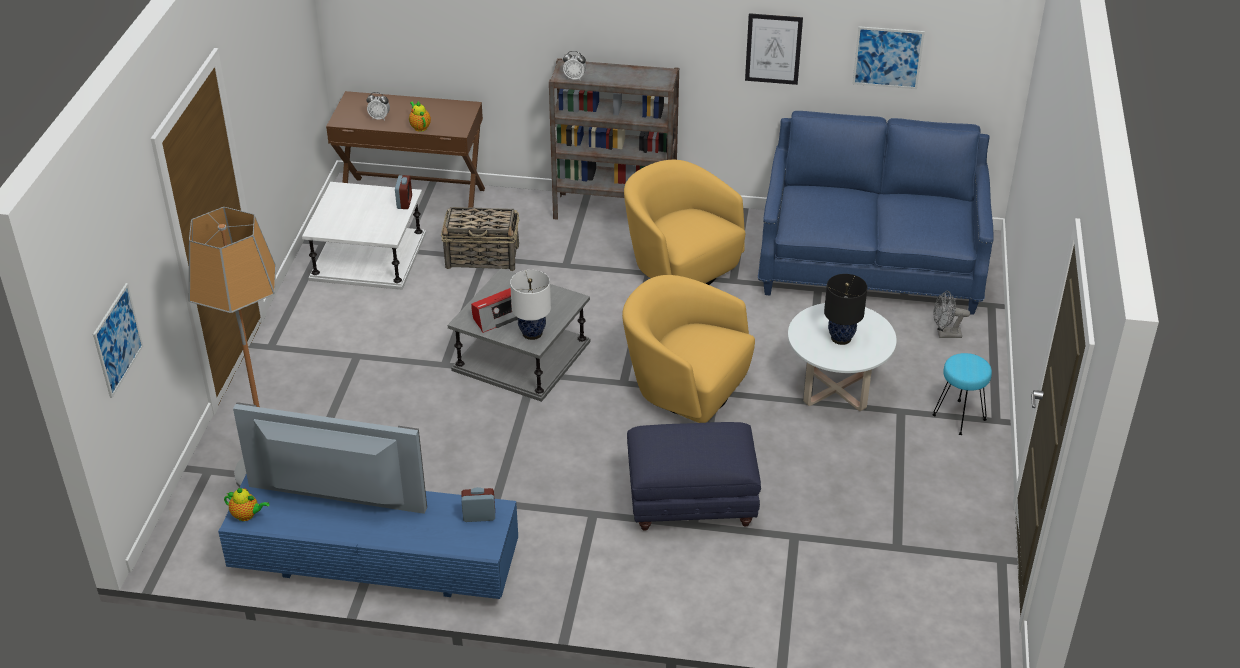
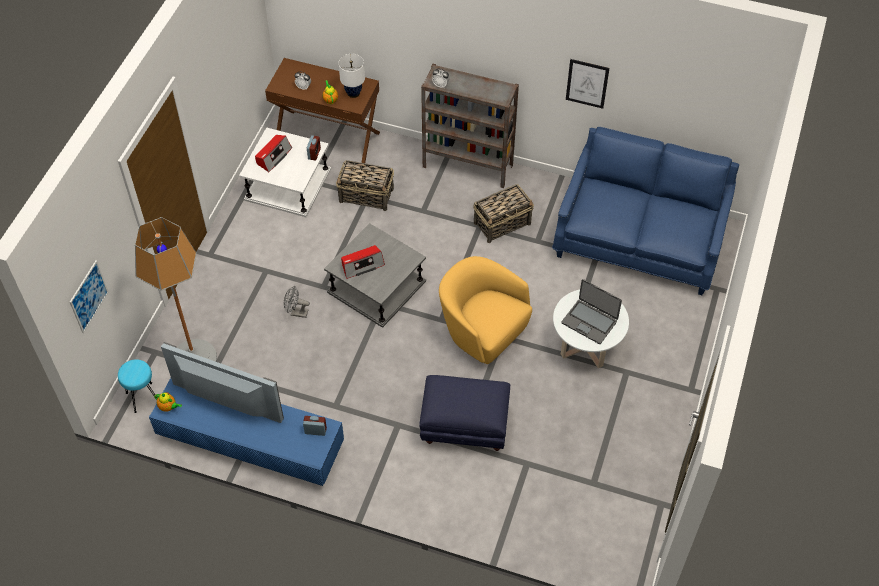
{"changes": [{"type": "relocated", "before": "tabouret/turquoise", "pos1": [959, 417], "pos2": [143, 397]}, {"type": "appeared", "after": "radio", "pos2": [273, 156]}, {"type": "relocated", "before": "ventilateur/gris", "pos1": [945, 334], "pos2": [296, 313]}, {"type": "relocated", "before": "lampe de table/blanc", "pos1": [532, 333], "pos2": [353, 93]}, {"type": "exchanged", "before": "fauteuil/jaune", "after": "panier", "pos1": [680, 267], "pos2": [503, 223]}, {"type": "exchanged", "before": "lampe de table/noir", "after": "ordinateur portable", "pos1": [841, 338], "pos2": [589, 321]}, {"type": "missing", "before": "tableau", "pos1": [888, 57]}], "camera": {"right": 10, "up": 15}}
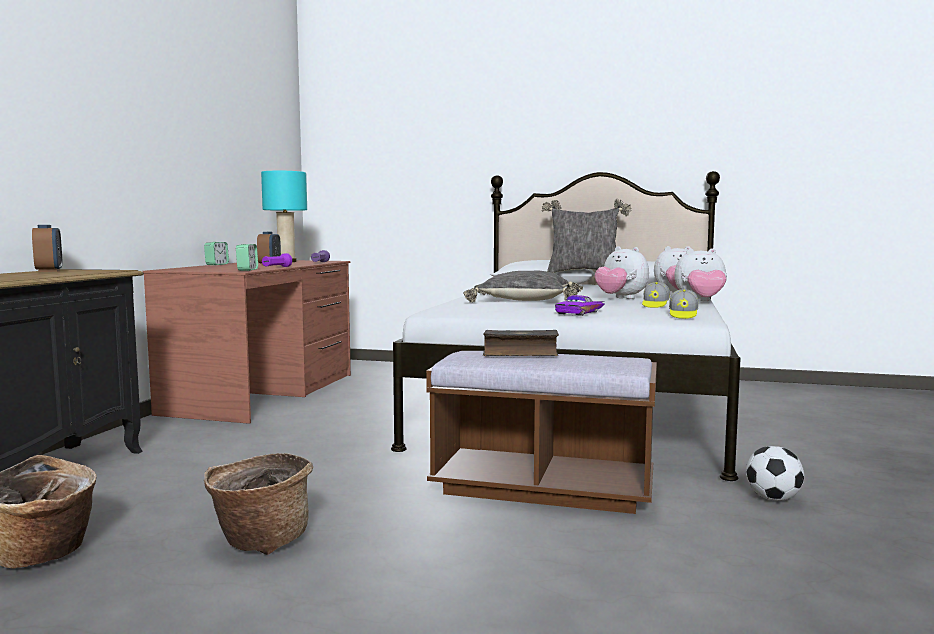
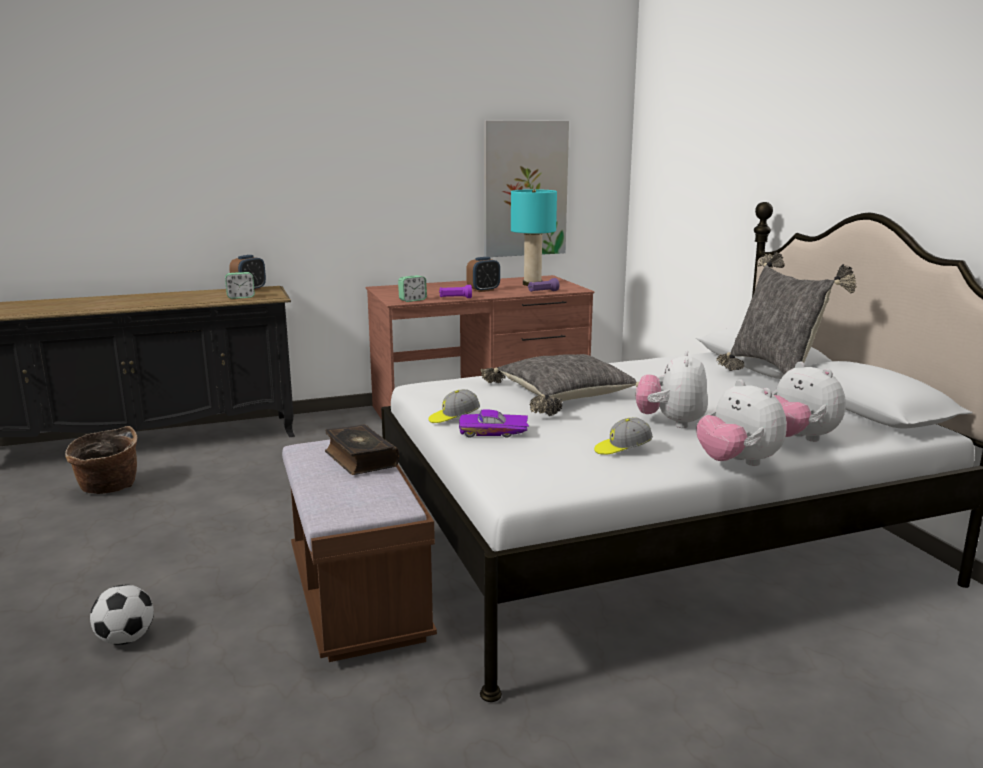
{"changes": [{"type": "relocated", "before": "ballon de foot", "pos1": [773, 498], "pos2": [126, 639]}, {"type": "relocated", "before": "réveil", "pos1": [217, 264], "pos2": [240, 297]}, {"type": "relocated", "before": "casquette", "pos1": [683, 315], "pos2": [454, 418]}, {"type": "appeared", "after": "tableau", "pos2": [525, 189]}, {"type": "missing", "before": "panier", "pos1": [260, 541]}], "camera": {"right": 55, "up": 10}}
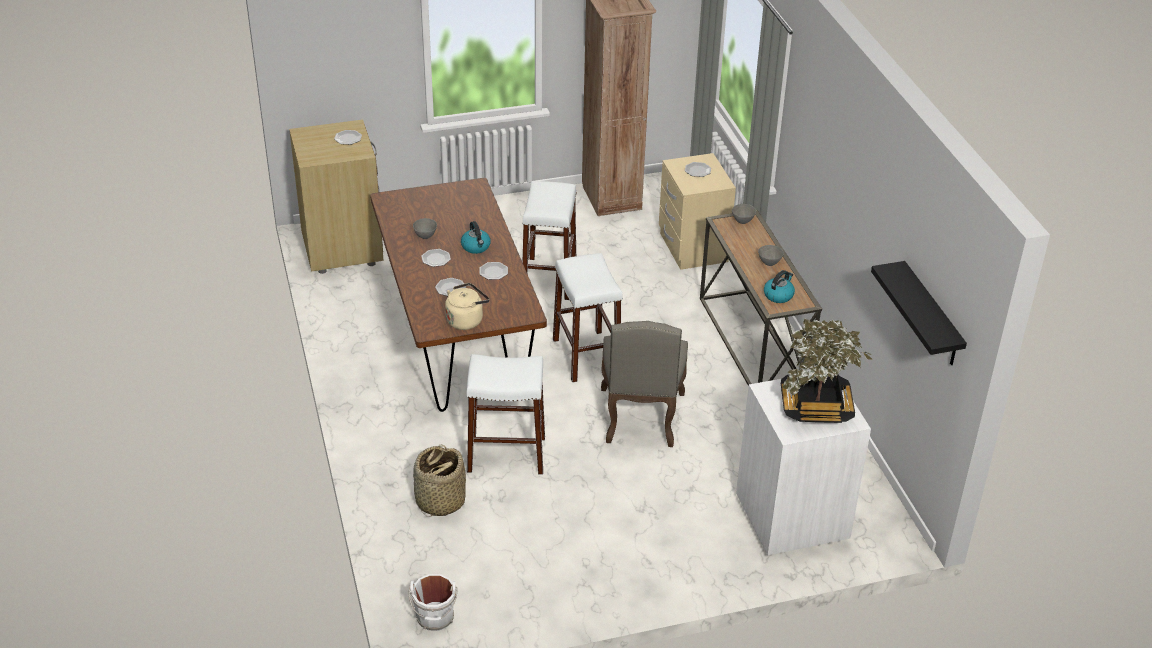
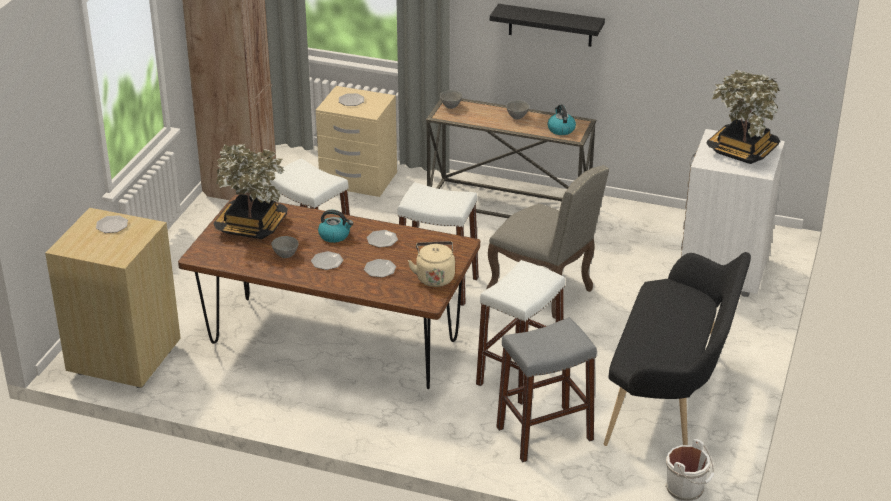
{"changes": [{"type": "appeared", "after": "plante en pot", "pos2": [251, 227]}, {"type": "relocated", "before": "étagère/noir", "pos1": [931, 316], "pos2": [550, 25]}, {"type": "exchanged", "before": "panier", "after": "tabouret/gris", "pos1": [439, 501], "pos2": [544, 433]}, {"type": "appeared", "after": "banc/noir", "pos2": [672, 399]}], "camera": {"right": -55, "up": -5}}
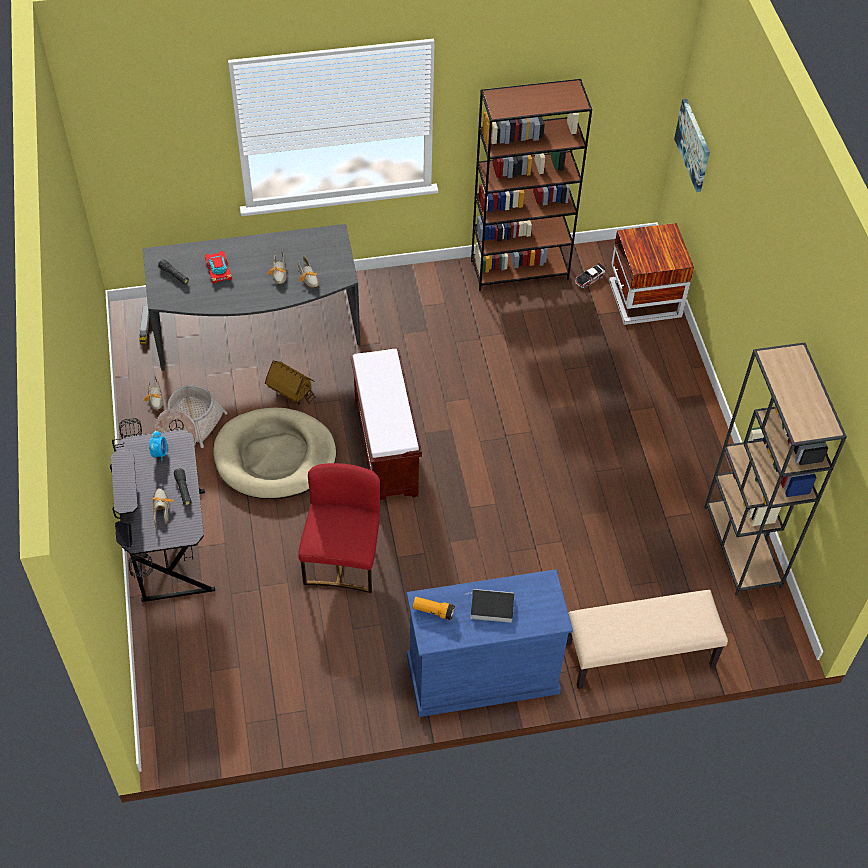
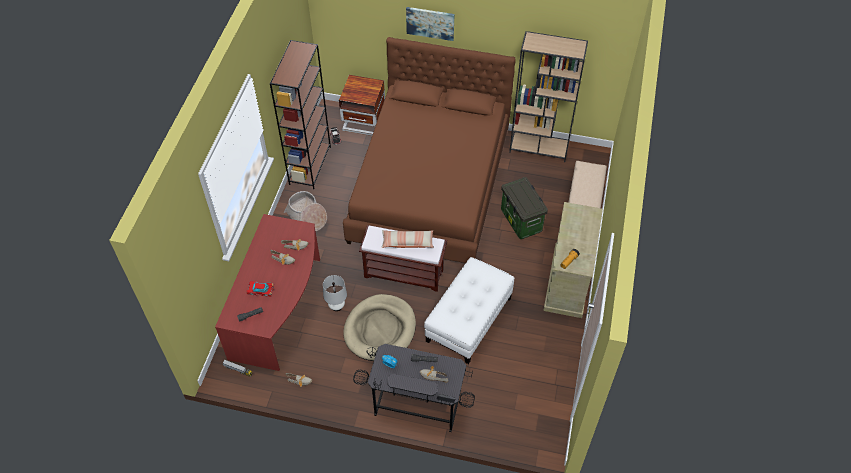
{"changes": [{"type": "colour", "before": "bureau/gris", "after": "bureau/rouge", "pos1": [258, 333], "pos2": [279, 308]}, {"type": "relocated", "before": "panier", "pos1": [189, 428], "pos2": [307, 217]}, {"type": "exchanged", "before": "maison miniature", "after": "lampe de table/blanc", "pos1": [291, 393], "pos2": [336, 306]}, {"type": "appeared", "after": "lit/marron", "pos2": [430, 185]}, {"type": "appeared", "after": "coussin", "pos2": [407, 242]}, {"type": "relocated", "before": "tableau", "pos1": [693, 145], "pos2": [430, 23]}, {"type": "exchanged", "before": "chaise/rouge", "after": "pouf/blanc", "pos1": [343, 559], "pos2": [468, 319]}, {"type": "appeared", "after": "boîte de rangement", "pos2": [521, 221]}, {"type": "colour", "before": "commode/bleu", "after": "commode/beige", "pos1": [482, 676], "pos2": [568, 281]}, {"type": "missing", "before": "livre", "pos1": [490, 607]}], "camera": {"right": -65, "up": 0}}
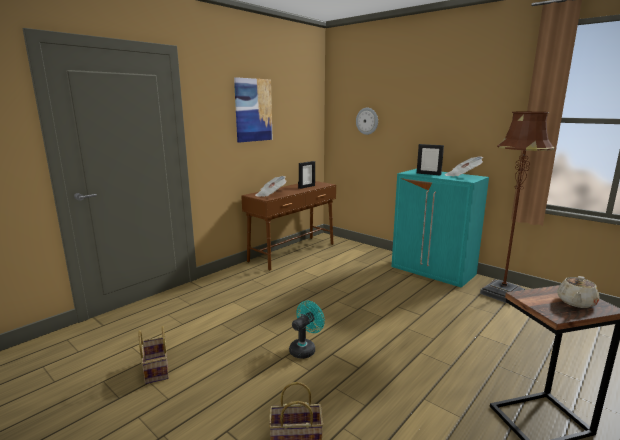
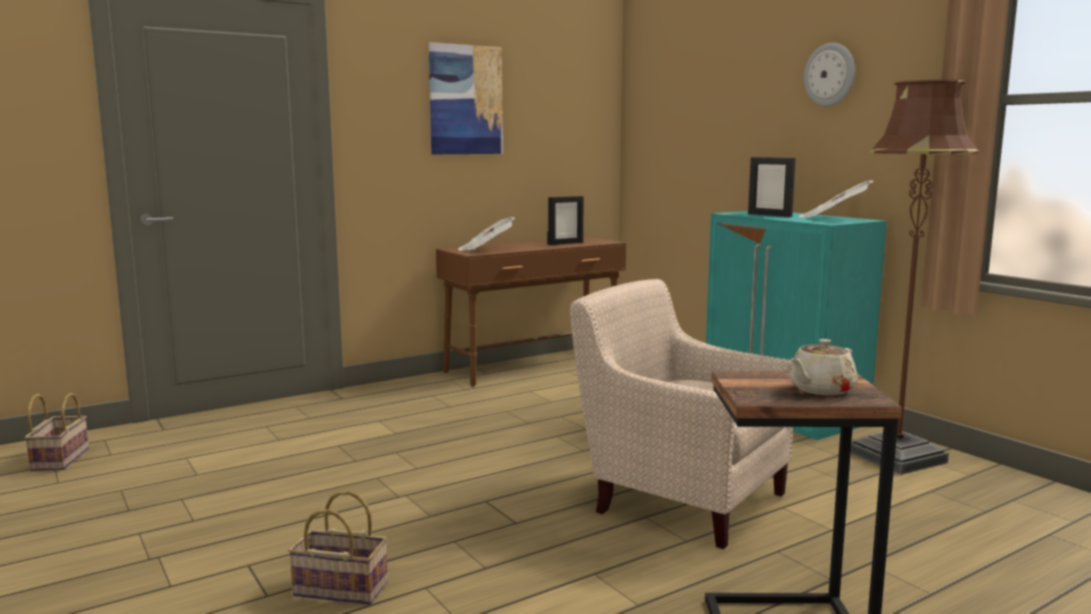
{"changes": [{"type": "relocated", "before": "panier", "pos1": [155, 369], "pos2": [59, 459]}, {"type": "appeared", "after": "fauteuil/beige", "pos2": [681, 497]}, {"type": "relocated", "before": "horloge murale", "pos1": [367, 121], "pos2": [830, 74]}, {"type": "missing", "before": "ventilateur/turquoise", "pos1": [305, 349]}], "camera": {"right": 15, "up": -5}}
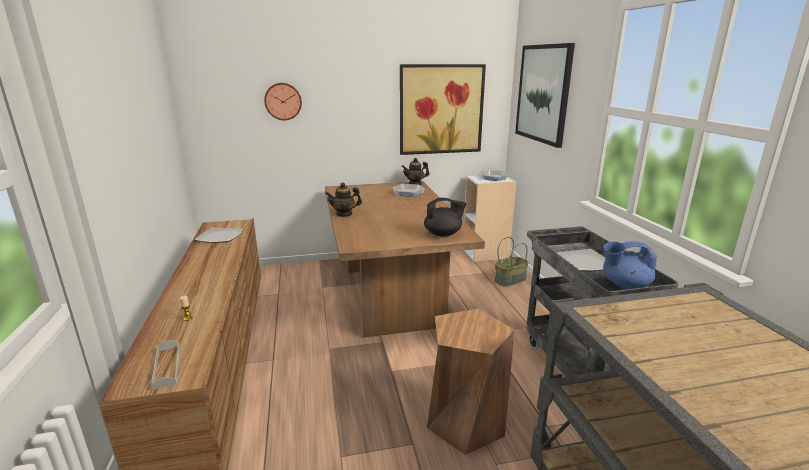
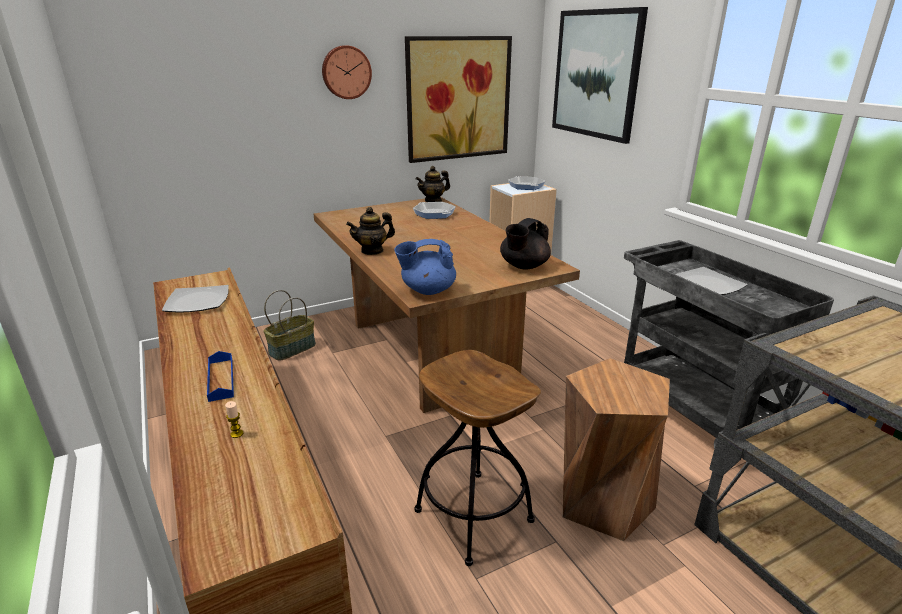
{"changes": [{"type": "appeared", "after": "plateau/bleu", "pos2": [221, 379]}, {"type": "relocated", "before": "panier", "pos1": [510, 280], "pos2": [292, 348]}, {"type": "relocated", "before": "horloge murale", "pos1": [283, 101], "pos2": [346, 72]}, {"type": "relocated", "before": "théière/bleu", "pos1": [624, 285], "pos2": [427, 290]}, {"type": "appeared", "after": "tabouret/marron", "pos2": [473, 514]}, {"type": "spun", "before": "théière/noir", "pos1": [443, 234], "pos2": [523, 266], "turn": 150}, {"type": "missing", "before": "plateau/gris", "pos1": [167, 367]}], "camera": {"right": -15, "up": 5}}
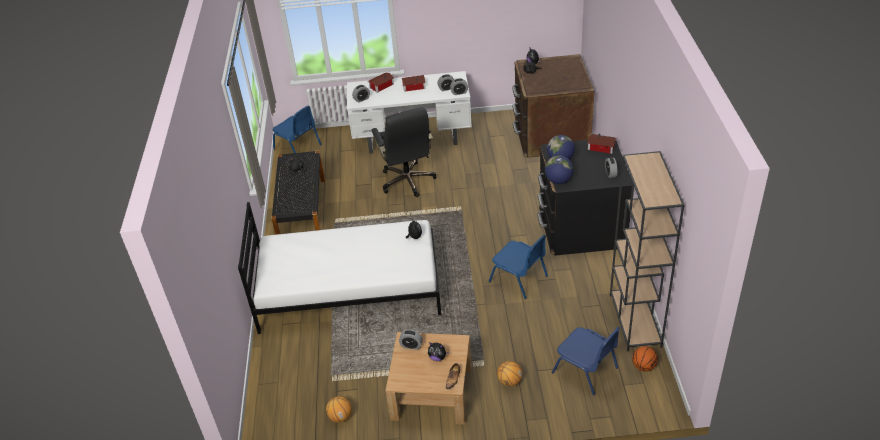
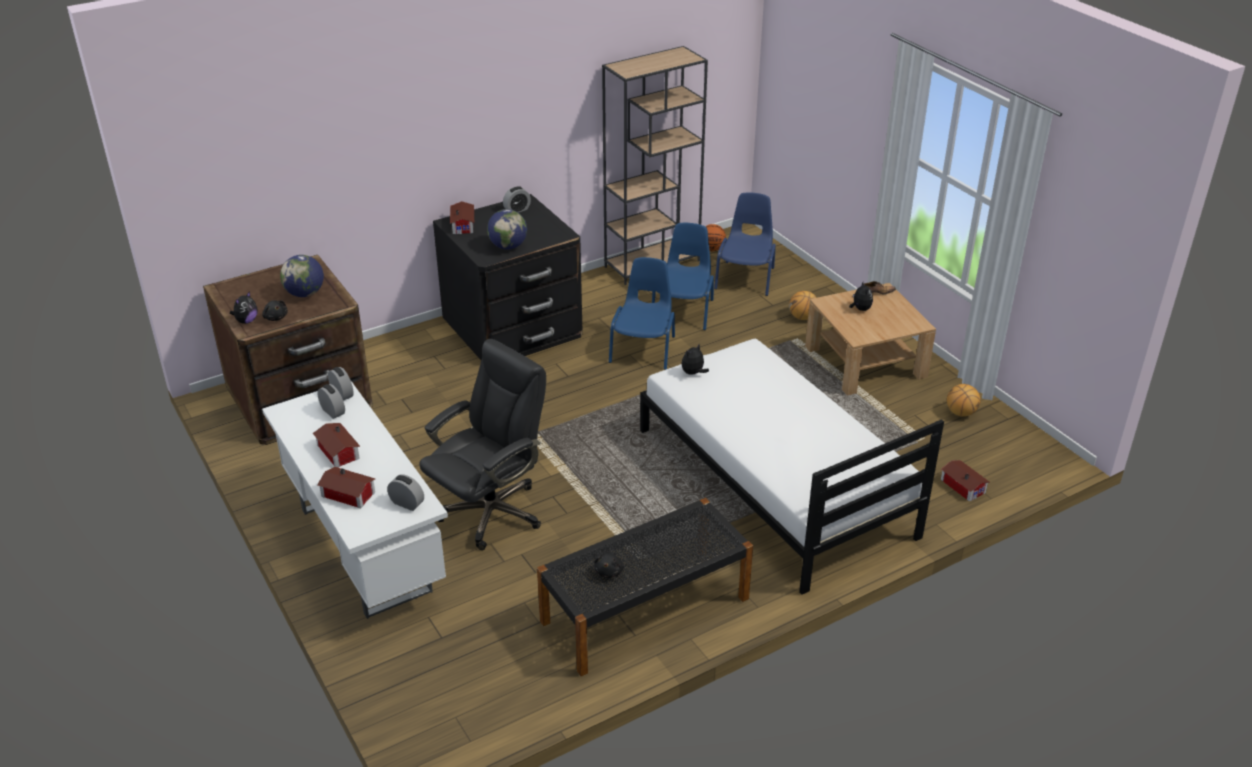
{"changes": [{"type": "relocated", "before": "globe", "pos1": [558, 181], "pos2": [305, 294]}, {"type": "relocated", "before": "chaise/bleu", "pos1": [298, 147], "pos2": [683, 311]}, {"type": "appeared", "after": "maison miniature", "pos2": [963, 485]}, {"type": "missing", "before": "réveil", "pos1": [411, 345]}], "camera": {"right": -120, "up": -5}}
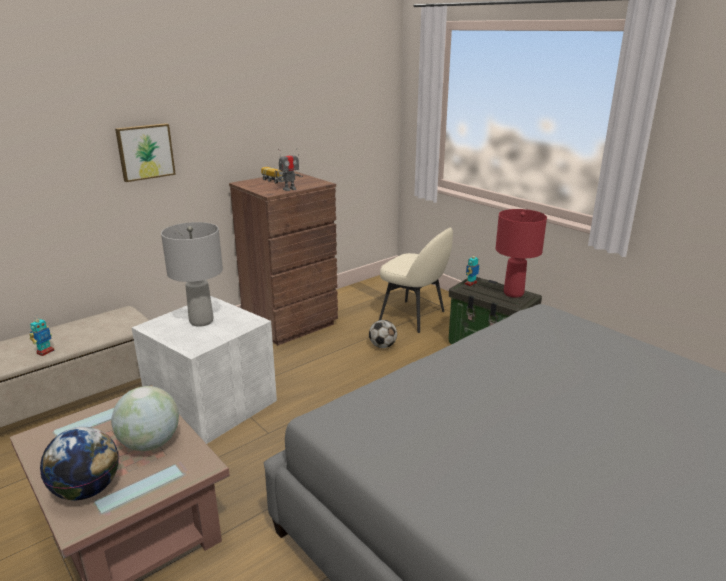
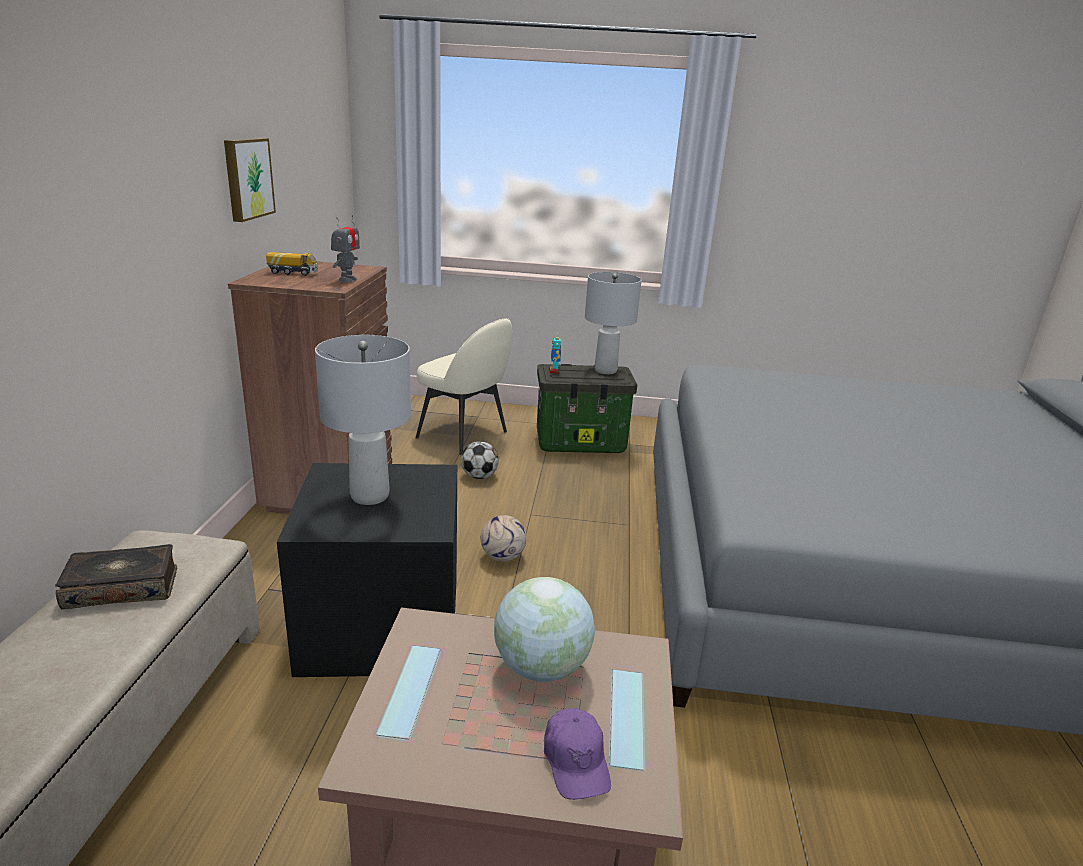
{"changes": [{"type": "appeared", "after": "livre", "pos2": [122, 587]}, {"type": "relocated", "before": "tableau", "pos1": [145, 152], "pos2": [247, 178]}, {"type": "colour", "before": "boîte de rangement/blanc", "after": "boîte de rangement/noir", "pos1": [212, 403], "pos2": [380, 623]}, {"type": "spun", "before": "chaise/beige", "pos1": [414, 317], "pos2": [464, 435], "turn": 45}, {"type": "appeared", "after": "ballon de foot", "pos2": [503, 556]}, {"type": "exchanged", "before": "globe", "after": "casquette/violet", "pos1": [87, 490], "pos2": [576, 761]}, {"type": "colour", "before": "lampe de table/rouge", "after": "lampe de table/gris", "pos1": [513, 293], "pos2": [605, 370]}, {"type": "missing", "before": "robot jouet", "pos1": [45, 352]}], "camera": {"right": -45, "up": 0}}
